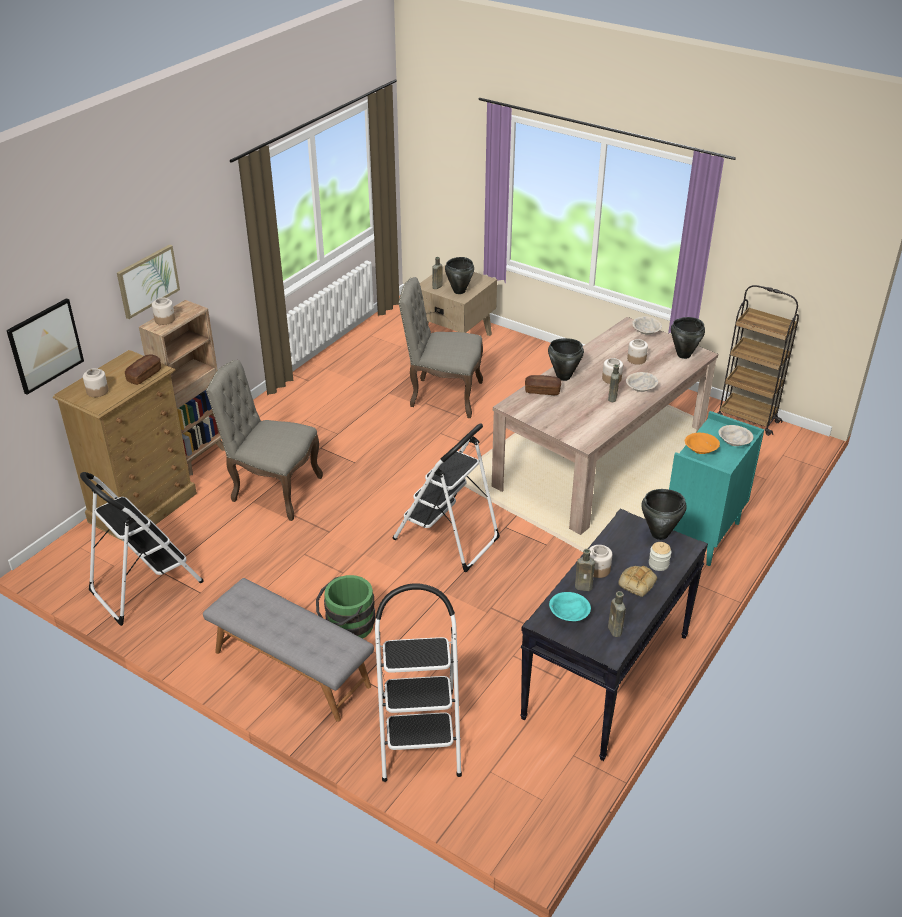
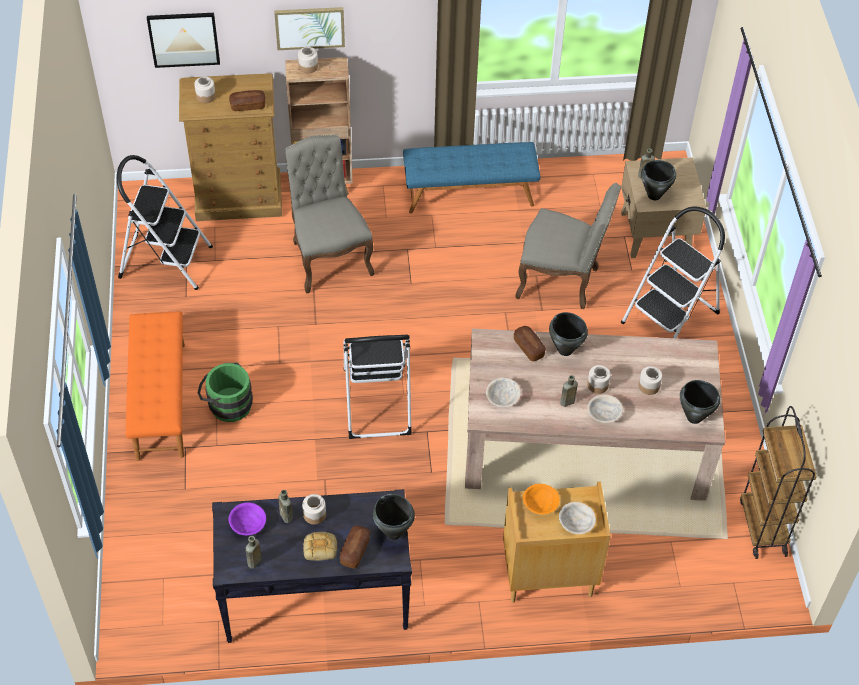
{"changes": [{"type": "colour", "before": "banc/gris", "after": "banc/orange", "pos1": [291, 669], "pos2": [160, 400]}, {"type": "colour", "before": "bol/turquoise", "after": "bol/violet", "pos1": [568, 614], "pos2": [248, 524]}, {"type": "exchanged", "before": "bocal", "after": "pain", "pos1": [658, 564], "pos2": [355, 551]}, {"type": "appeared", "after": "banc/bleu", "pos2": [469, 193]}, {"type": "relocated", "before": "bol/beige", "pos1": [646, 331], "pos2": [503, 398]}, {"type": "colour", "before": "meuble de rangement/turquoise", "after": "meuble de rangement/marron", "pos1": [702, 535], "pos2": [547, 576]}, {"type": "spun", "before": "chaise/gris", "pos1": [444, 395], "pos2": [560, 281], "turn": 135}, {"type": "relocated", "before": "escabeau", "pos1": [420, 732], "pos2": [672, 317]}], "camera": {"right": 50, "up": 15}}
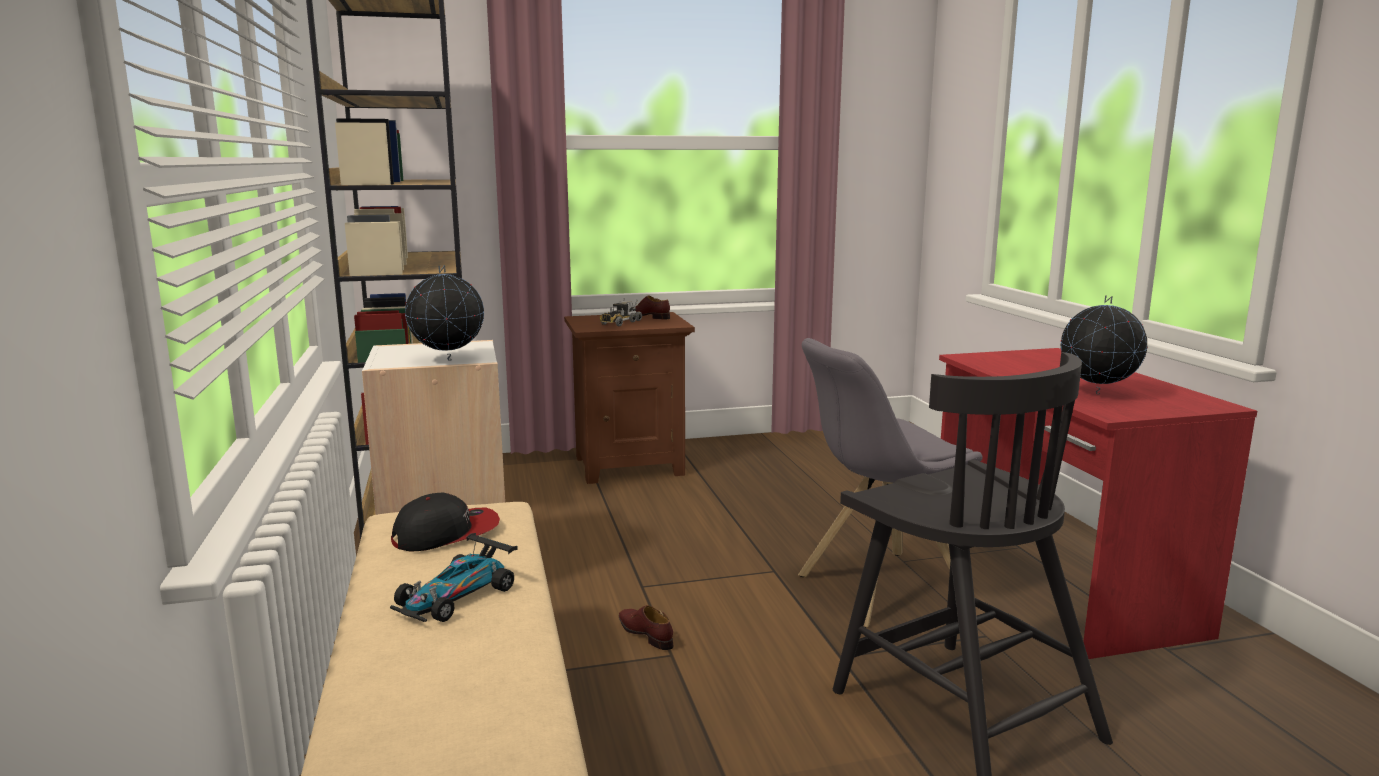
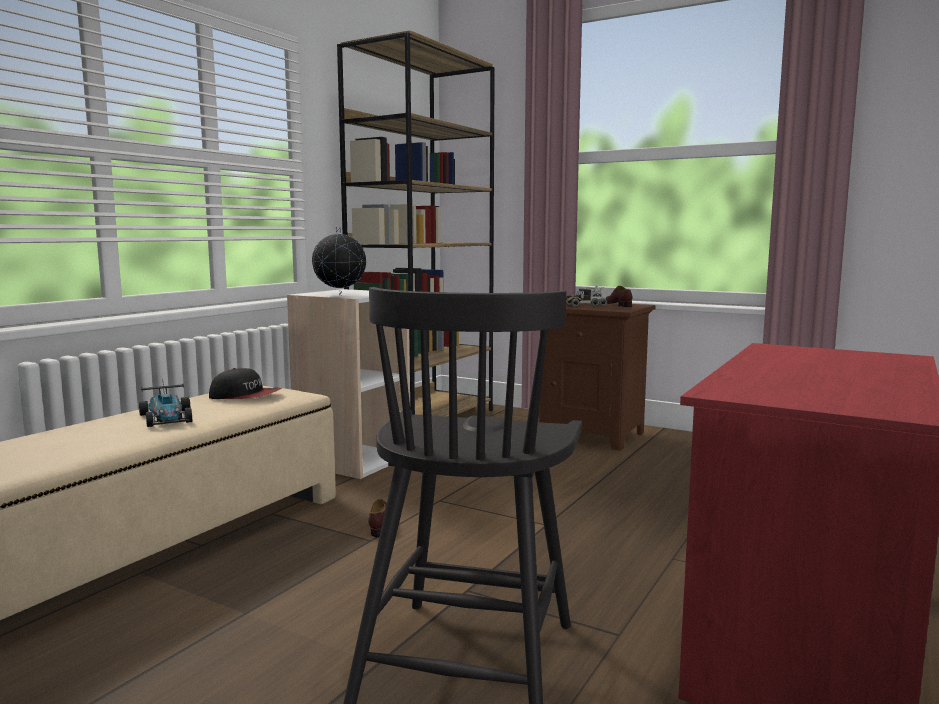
{"changes": [{"type": "spun", "before": "petite voiture", "pos1": [456, 596], "pos2": [167, 418], "turn": -105}, {"type": "missing", "before": "chaise/gris", "pos1": [881, 588]}, {"type": "missing", "before": "globe", "pos1": [1097, 393]}], "camera": {"right": 45, "up": -5}}
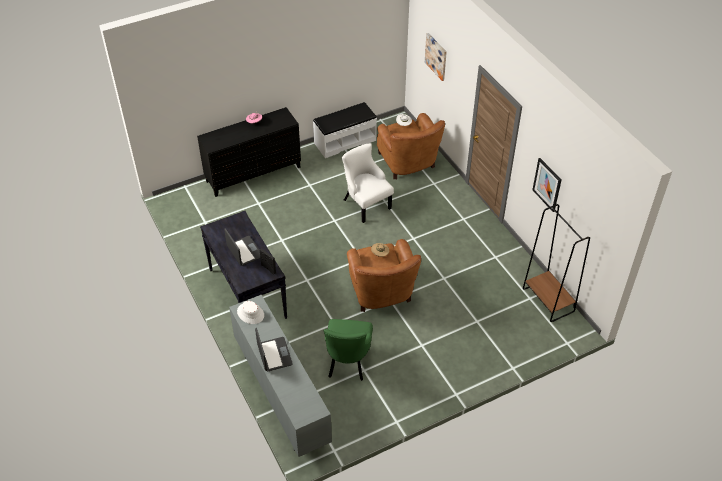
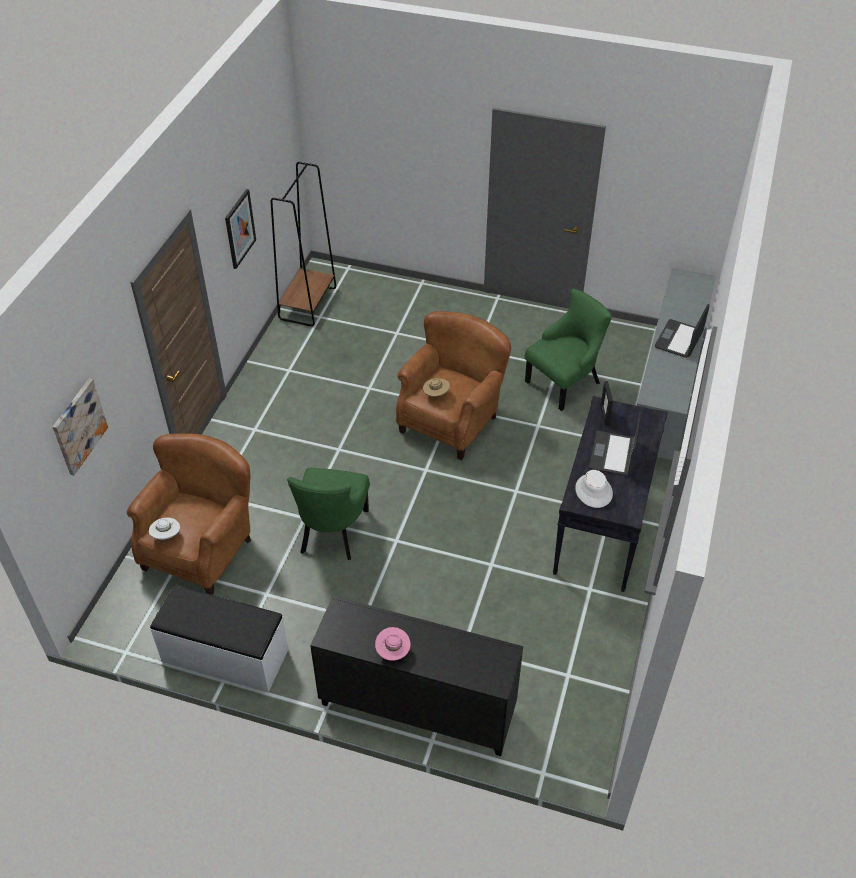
{"changes": [{"type": "colour", "before": "chaise/blanc", "after": "chaise/vert", "pos1": [366, 205], "pos2": [332, 530]}, {"type": "relocated", "before": "chapeau/blanc", "pos1": [250, 313], "pos2": [593, 491]}], "camera": {"right": -135, "up": 0}}
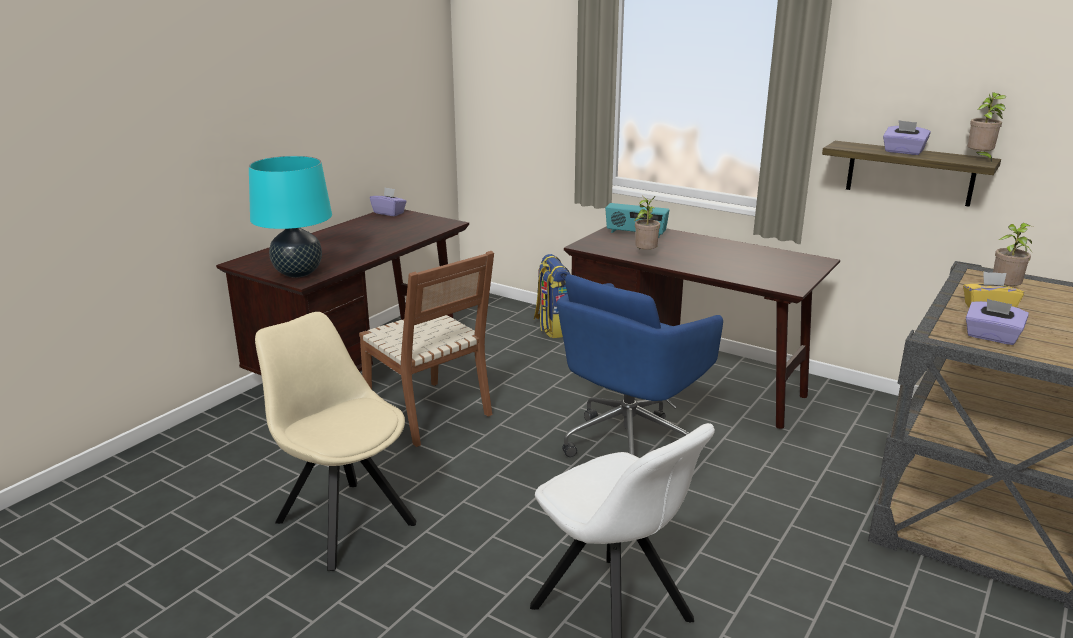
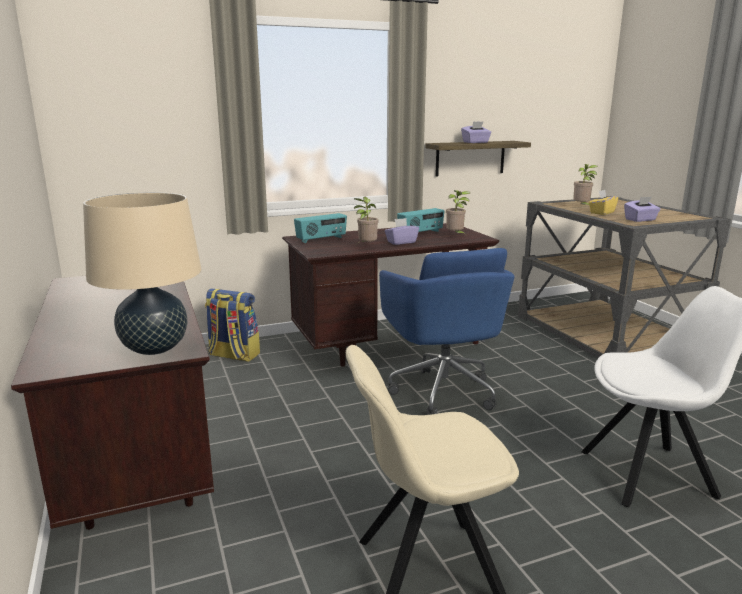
{"changes": [{"type": "colour", "before": "lampe de table/turquoise", "after": "lampe de table/beige", "pos1": [298, 273], "pos2": [155, 348]}, {"type": "relocated", "before": "boîte à mouchoirs/violet", "pos1": [389, 213], "pos2": [401, 242]}, {"type": "appeared", "after": "radio", "pos2": [421, 233]}, {"type": "relocated", "before": "plante en pot", "pos1": [979, 158], "pos2": [455, 235]}, {"type": "missing", "before": "chaise", "pos1": [430, 415]}], "camera": {"right": -55, "up": -5}}
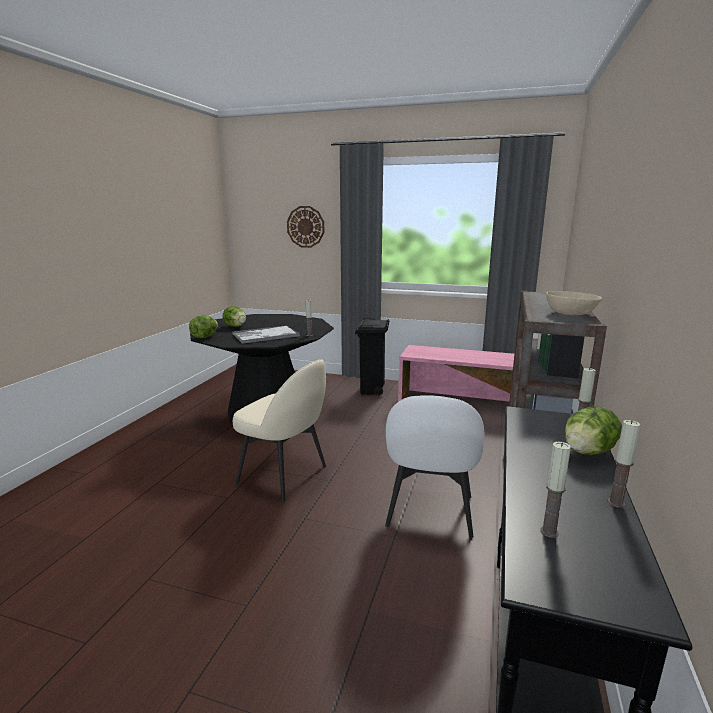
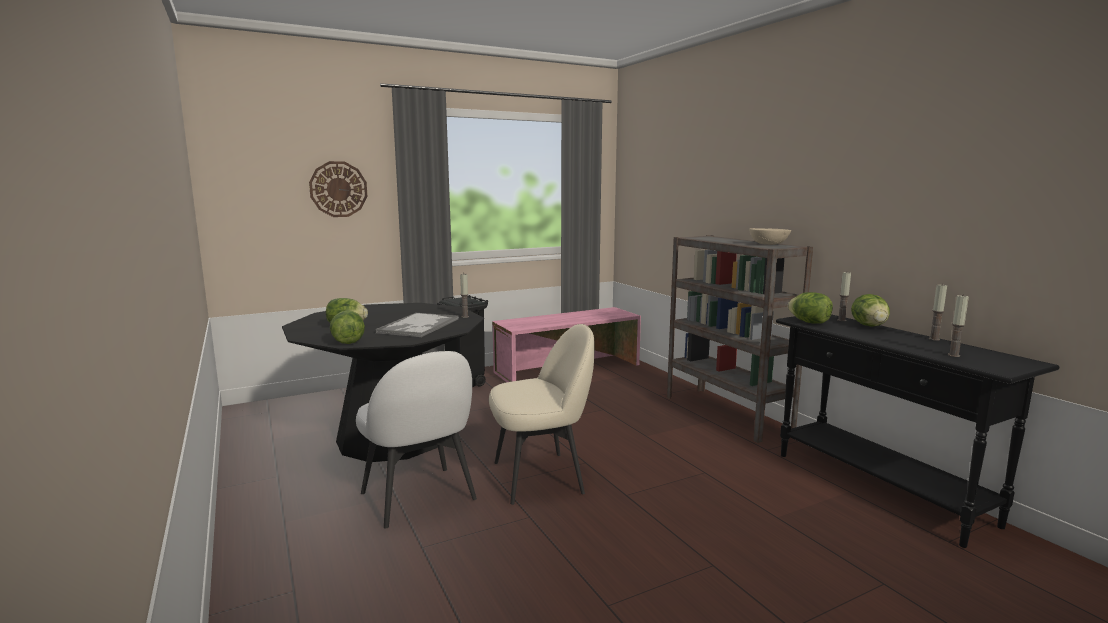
{"changes": [{"type": "relocated", "before": "chaise/blanc", "pos1": [429, 513], "pos2": [419, 498]}, {"type": "appeared", "after": "laitue", "pos2": [809, 322]}], "camera": {"right": -45, "up": -5}}
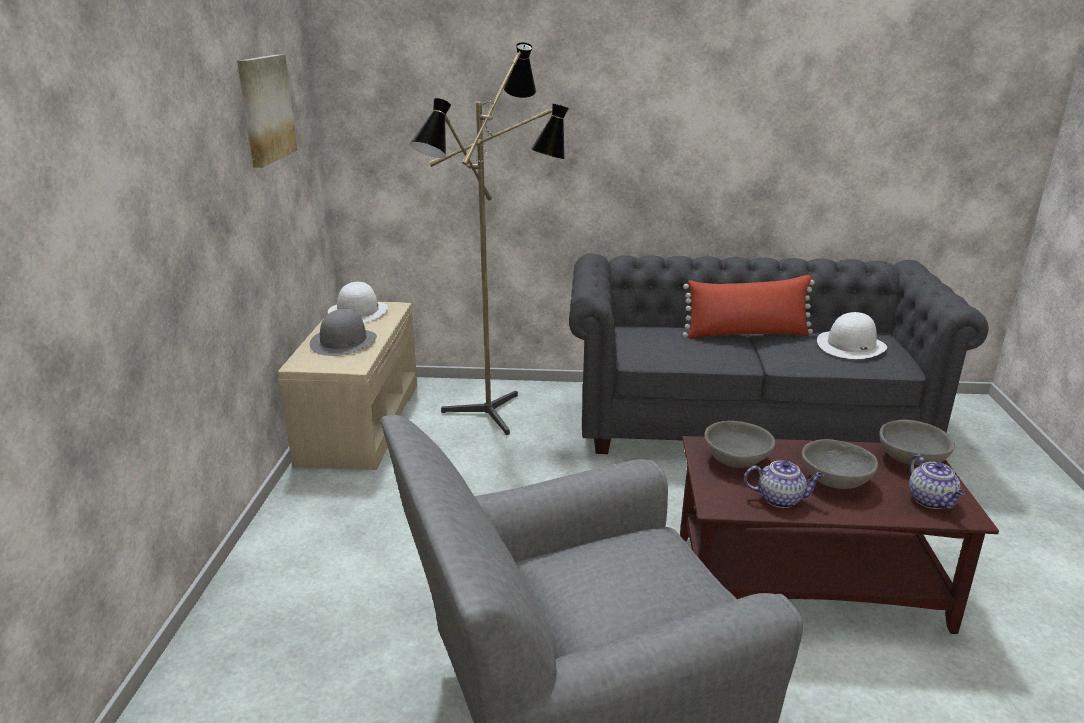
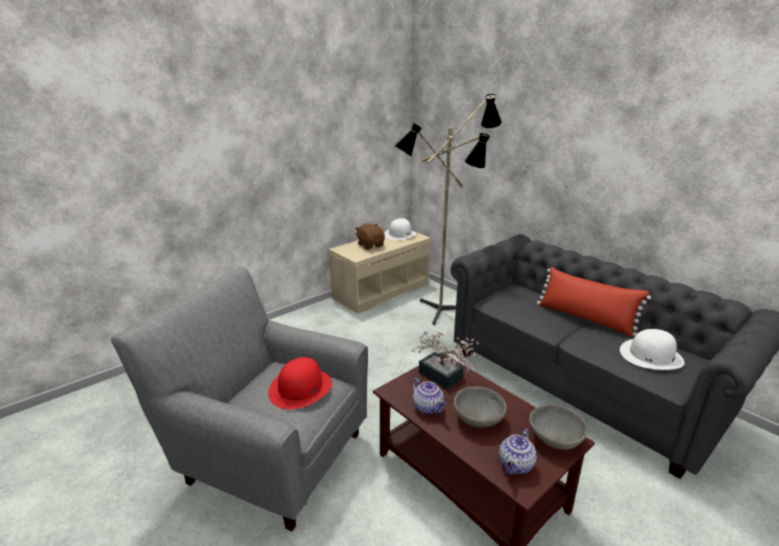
{"changes": [{"type": "appeared", "after": "chapeau/rouge", "pos2": [300, 387]}, {"type": "exchanged", "before": "chapeau/gris", "after": "peluche/marron", "pos1": [343, 342], "pos2": [370, 245]}, {"type": "exchanged", "before": "bol/gris", "after": "plante en pot", "pos1": [736, 461], "pos2": [444, 378]}, {"type": "missing", "before": "tableau", "pos1": [265, 109]}], "camera": {"right": 45, "up": 0}}
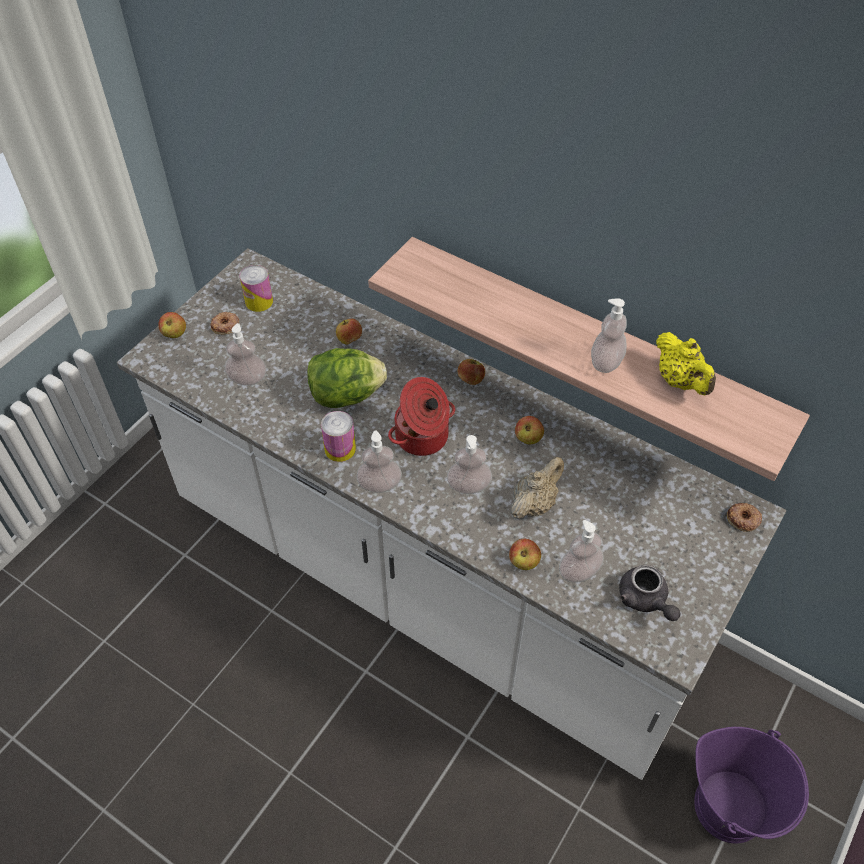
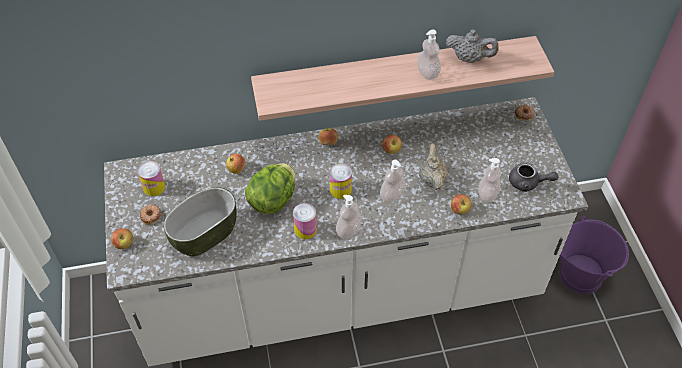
{"changes": [{"type": "exchanged", "before": "distributeur de savon", "after": "bol", "pos1": [247, 379], "pos2": [204, 234]}, {"type": "exchanged", "before": "marmite", "after": "boîte métallique", "pos1": [423, 437], "pos2": [340, 190]}, {"type": "colour", "before": "théière/jaune", "after": "théière/gris", "pos1": [680, 381], "pos2": [469, 58]}], "camera": {"right": -45, "up": 0}}
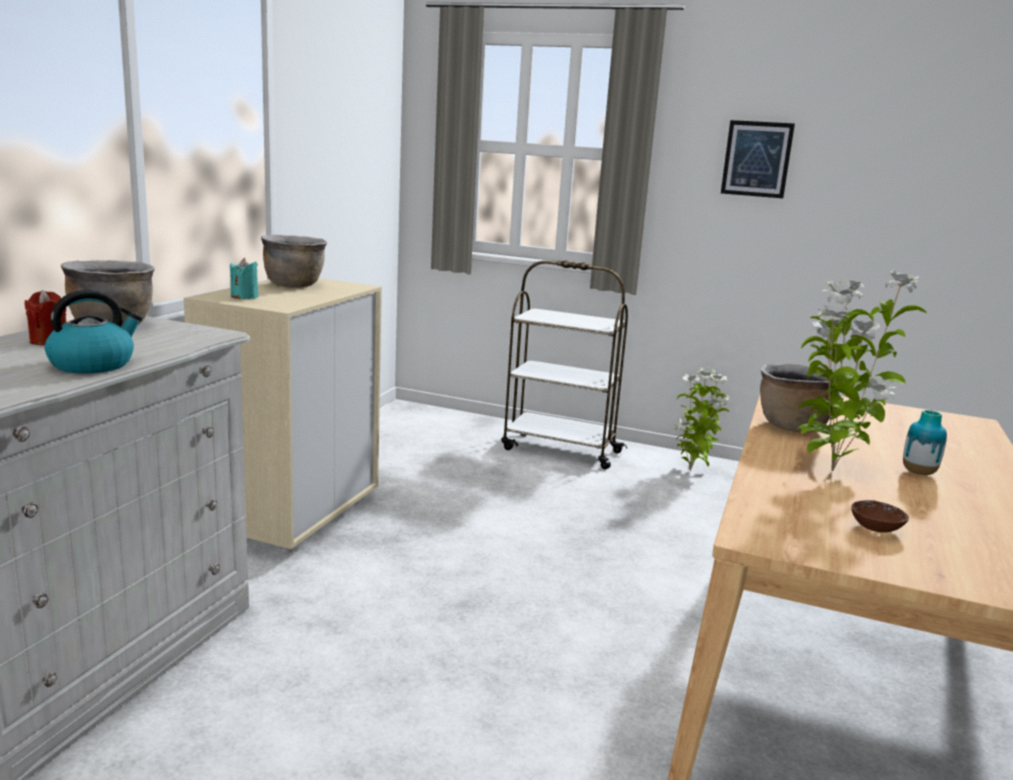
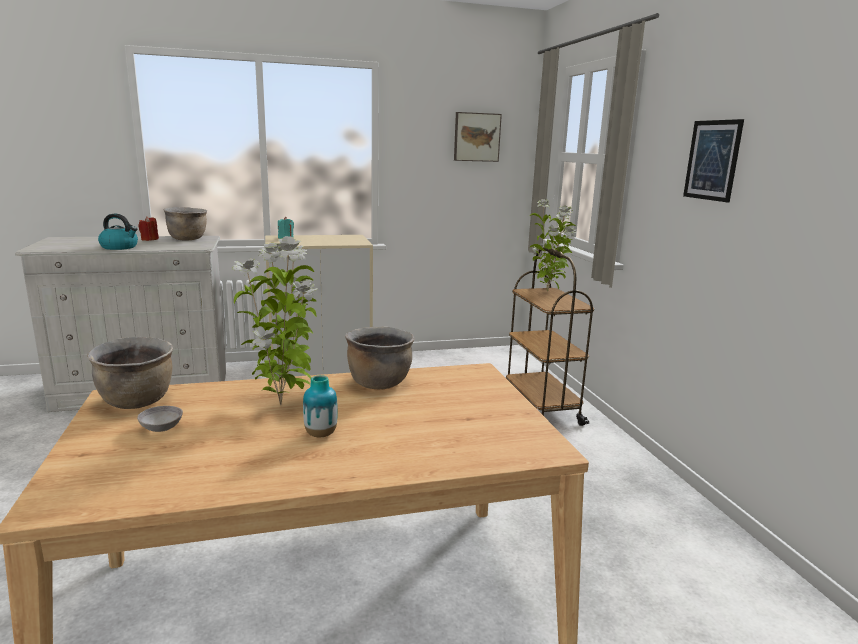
{"changes": [{"type": "relocated", "before": "marmite/marron", "pos1": [294, 285], "pos2": [138, 401]}, {"type": "colour", "before": "bol/marron", "after": "bol/gris", "pos1": [876, 528], "pos2": [161, 428]}, {"type": "appeared", "after": "tableau", "pos2": [476, 137]}, {"type": "colour", "before": "chariot/blanc", "after": "chariot/marron", "pos1": [560, 450], "pos2": [542, 407]}, {"type": "relocated", "before": "plante en pot", "pos1": [692, 471], "pos2": [548, 292]}], "camera": {"right": 55, "up": 0}}
